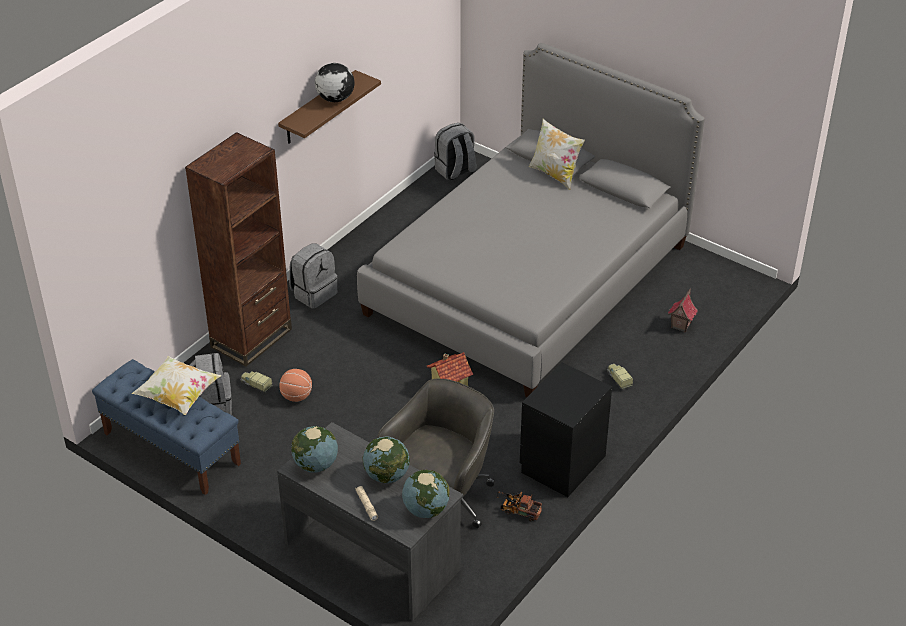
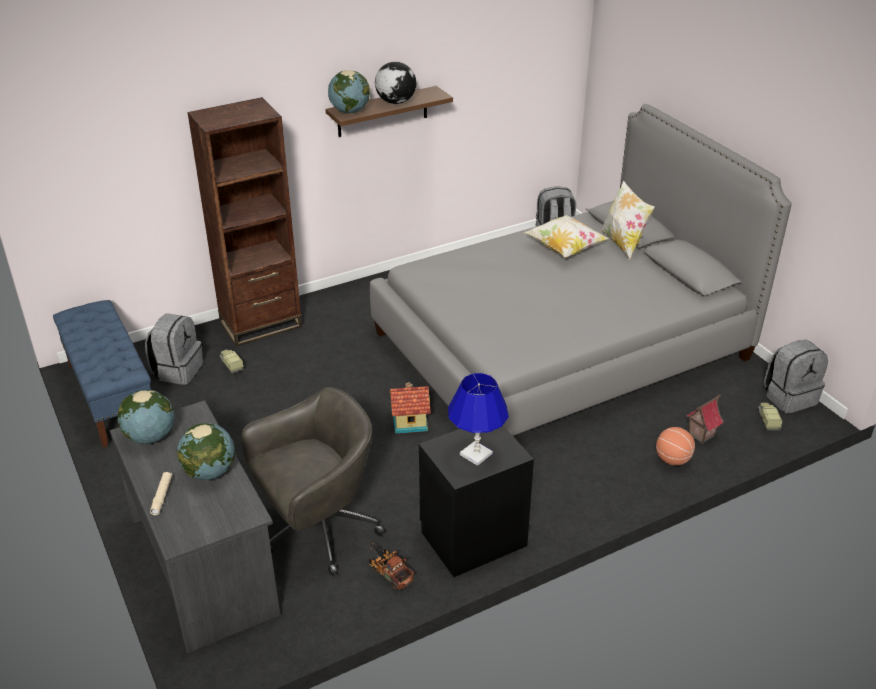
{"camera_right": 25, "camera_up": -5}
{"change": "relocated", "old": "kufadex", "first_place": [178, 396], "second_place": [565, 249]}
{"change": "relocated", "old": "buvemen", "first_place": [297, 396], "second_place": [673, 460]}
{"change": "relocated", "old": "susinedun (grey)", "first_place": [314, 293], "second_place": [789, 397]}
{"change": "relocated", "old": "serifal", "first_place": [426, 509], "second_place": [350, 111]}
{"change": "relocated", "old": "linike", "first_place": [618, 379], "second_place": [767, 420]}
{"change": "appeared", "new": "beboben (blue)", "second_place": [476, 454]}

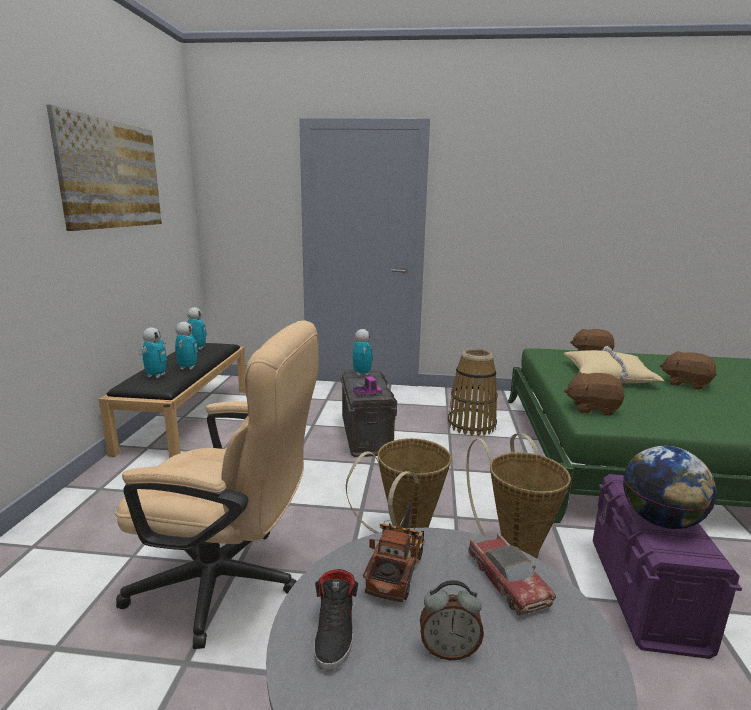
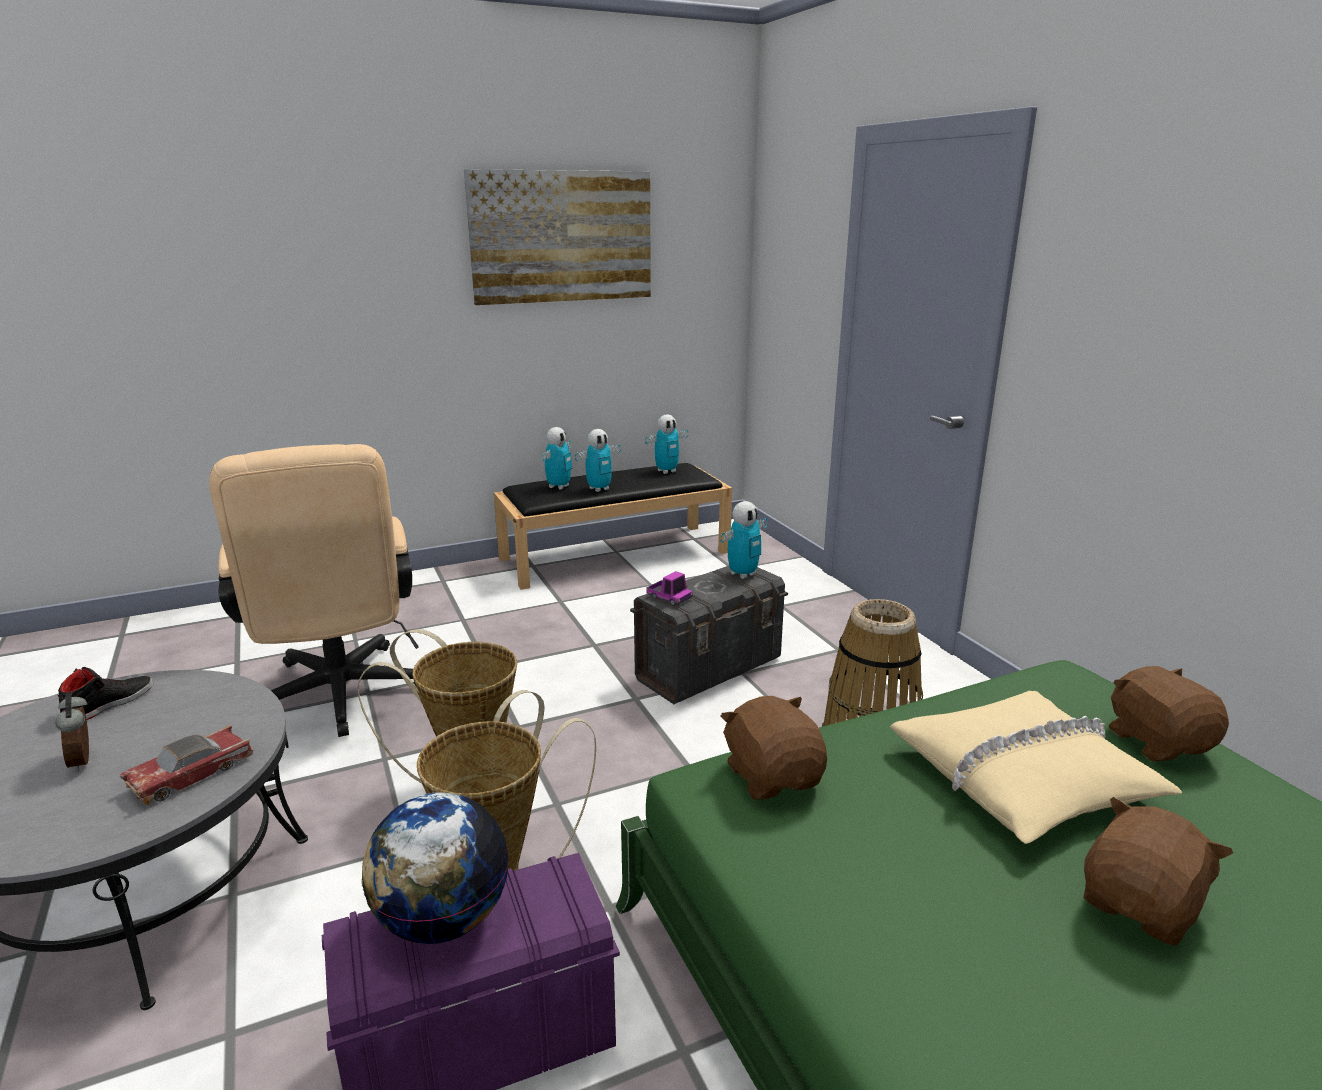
{"camera_right": 60, "camera_up": 5}
{"change": "spun", "old": "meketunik", "first_place": [156, 375], "second_place": [559, 487], "degrees": -45}
{"change": "spun", "old": "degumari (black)", "first_place": [336, 631], "second_place": [109, 704], "degrees": 150}
{"change": "missing", "old": "linike", "first_place": [398, 566]}
{"change": "spun", "old": "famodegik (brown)", "first_place": [686, 383], "second_place": [1141, 906], "degrees": 45}

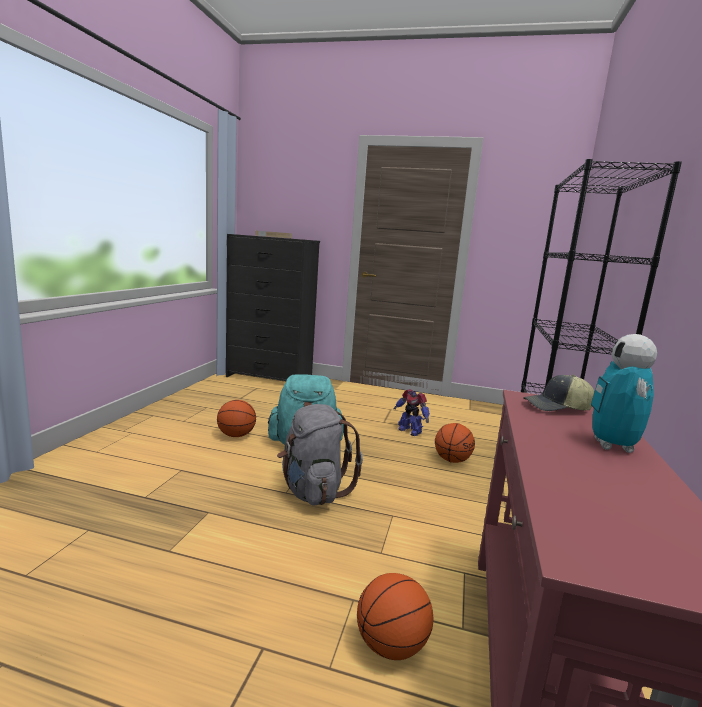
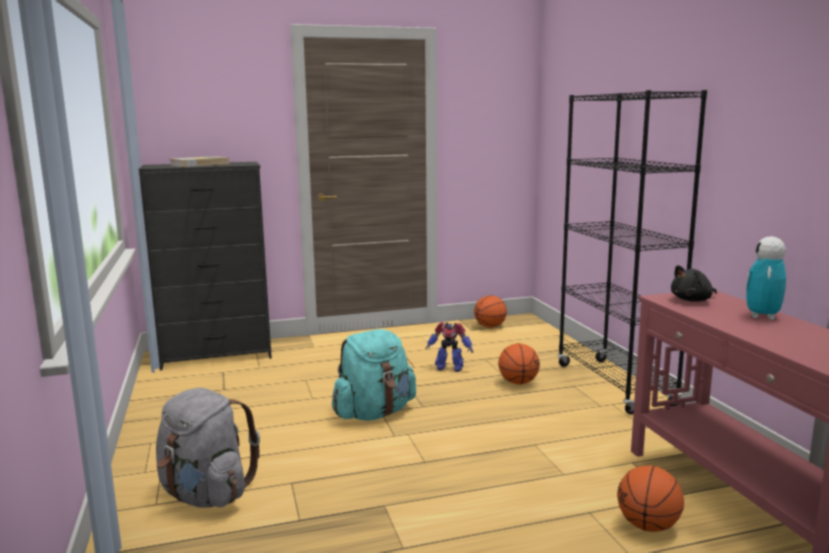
{"camera_right": -30, "camera_up": 0}
{"change": "relocated", "old": "buvemen", "first_place": [235, 435], "second_place": [490, 327]}
{"change": "relocated", "old": "susinedun (grey)", "first_place": [313, 491], "second_place": [206, 495]}
{"change": "exchanged", "old": "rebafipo", "new": "famodegik (black)", "first_place": [557, 408], "second_place": [692, 300]}
{"change": "spun", "old": "meketunik", "first_place": [612, 446], "second_place": [762, 316], "degrees": 45}

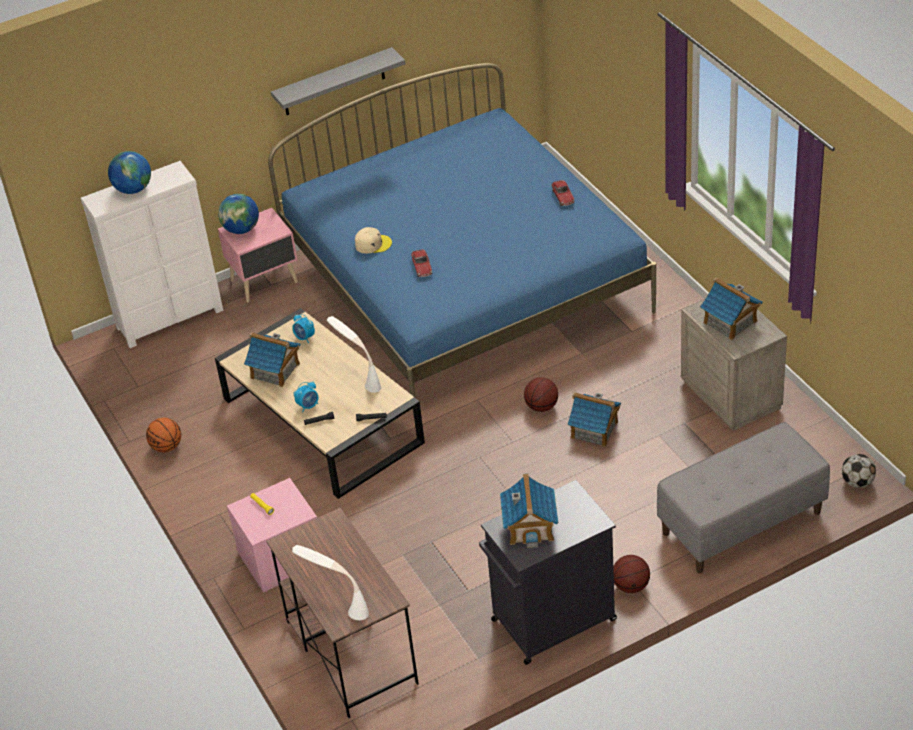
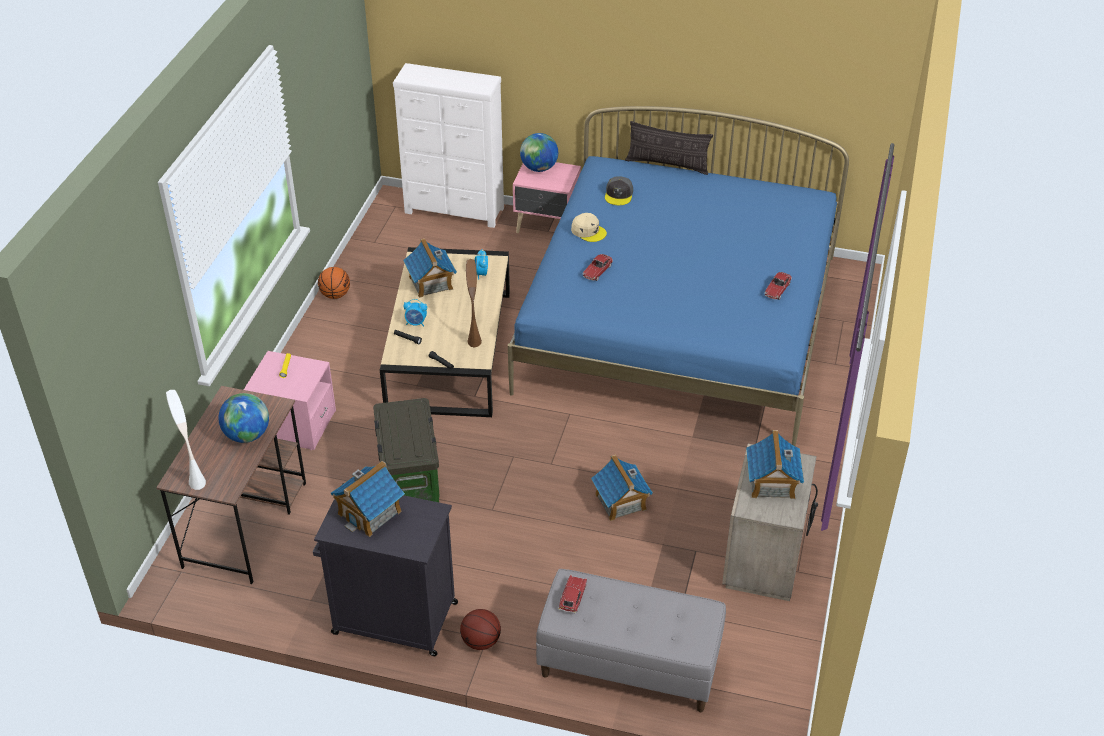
{"camera_right": 40, "camera_up": 0}
{"change": "relocated", "old": "serifal", "first_place": [133, 189], "second_place": [247, 435]}
{"change": "missing", "old": "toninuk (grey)", "first_place": [333, 82]}
{"change": "colour", "old": "beboben (white)", "new": "beboben (brown)", "first_place": [357, 378], "second_place": [473, 327]}
{"change": "missing", "old": "buvemen", "first_place": [541, 407]}
{"change": "missing", "old": "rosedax", "first_place": [857, 482]}
{"change": "appeared", "new": "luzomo", "second_place": [409, 483]}
{"change": "appeared", "new": "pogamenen", "second_place": [572, 598]}
{"change": "appeared", "new": "rebafipo (grey)", "second_place": [619, 194]}
{"change": "appeared", "new": "kufadex", "second_place": [667, 164]}

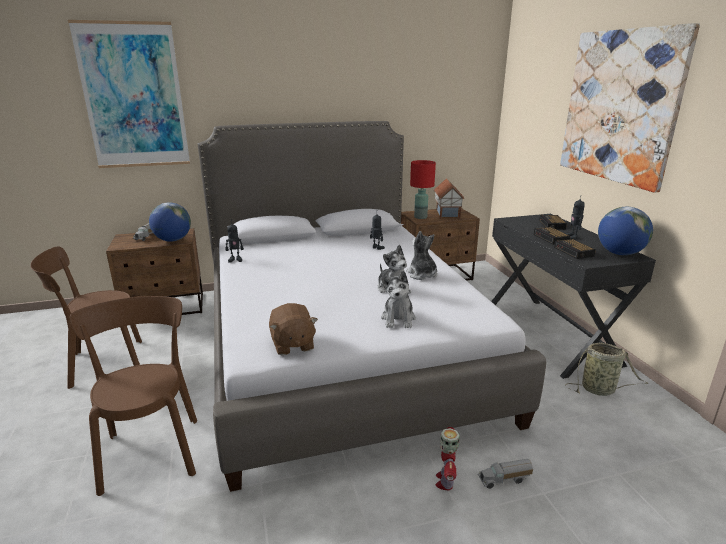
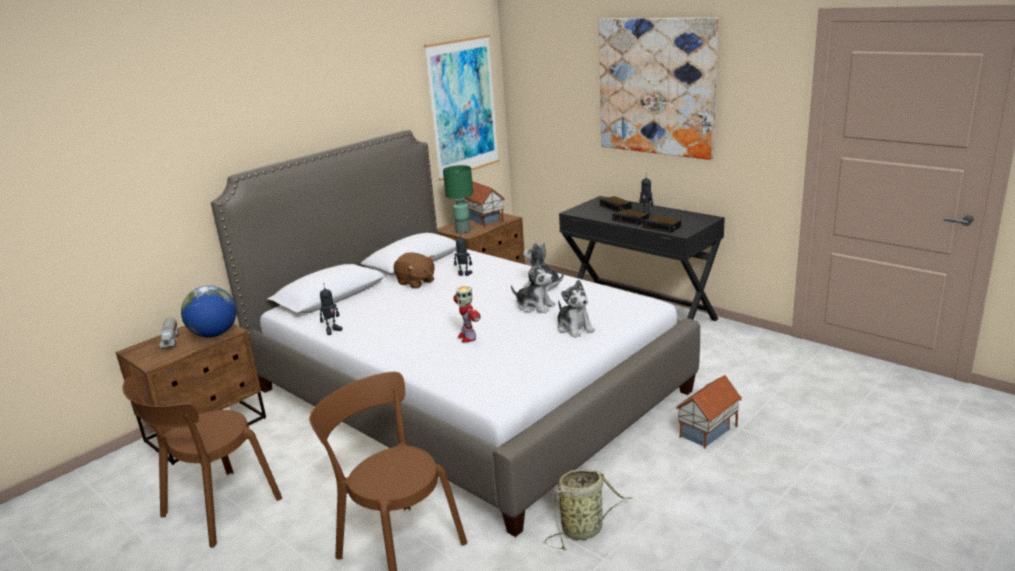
{"camera_right": -30, "camera_up": 0}
{"change": "relocated", "old": "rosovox", "first_place": [134, 97], "second_place": [463, 107]}
{"change": "relocated", "old": "famodegik (brown)", "first_place": [292, 344], "second_place": [416, 282]}
{"change": "colour", "old": "beboben (red)", "new": "beboben (green)", "first_place": [420, 217], "second_place": [463, 230]}
{"change": "relocated", "old": "meketunik", "first_place": [445, 480], "second_place": [467, 337]}
{"change": "exchanged", "old": "linike", "new": "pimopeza", "first_place": [504, 480], "second_place": [709, 432]}
{"change": "relocated", "old": "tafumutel", "first_place": [600, 389], "second_place": [584, 529]}
{"change": "missing", "old": "serifal", "first_place": [620, 253]}

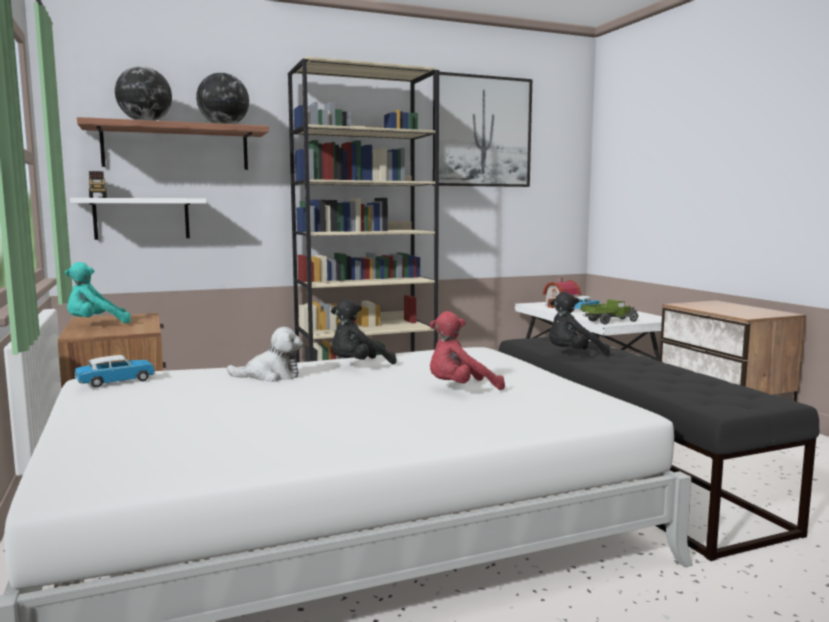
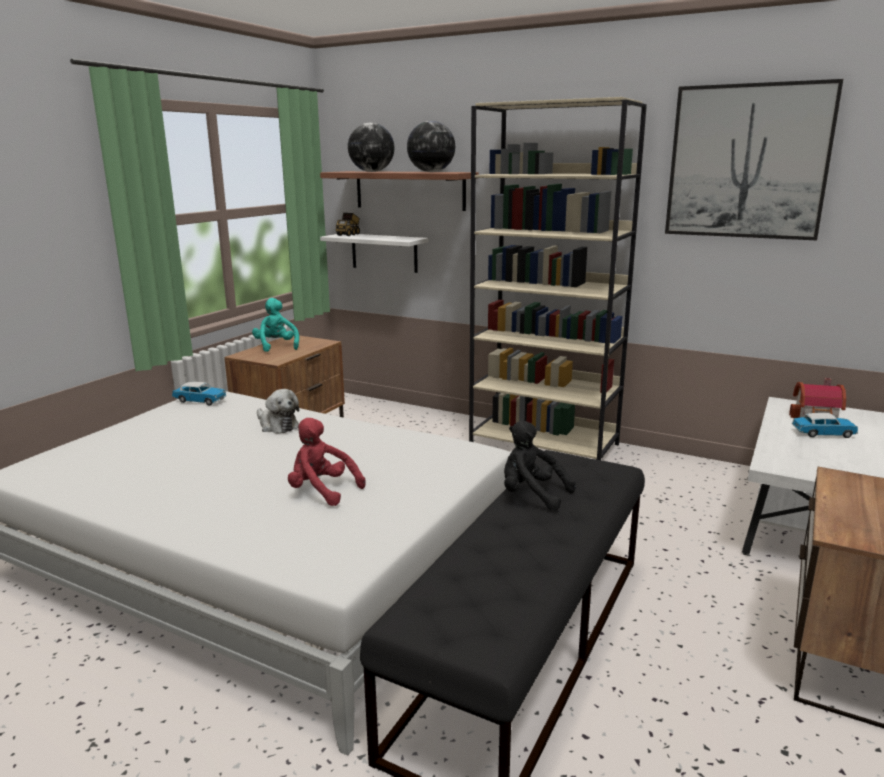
{"camera_right": 50, "camera_up": 10}
{"change": "spun", "old": "famodegik (turquoise)", "first_place": [96, 324], "second_place": [276, 346], "degrees": 45}
{"change": "missing", "old": "famodegik (black)", "first_place": [358, 366]}
{"change": "missing", "old": "linike", "first_place": [609, 321]}

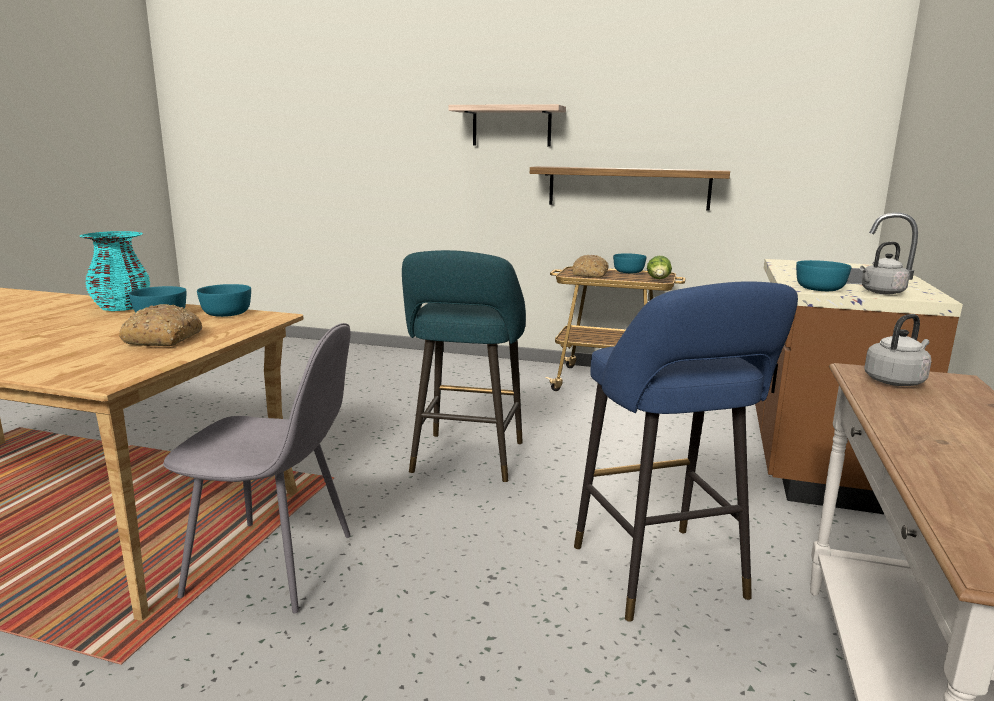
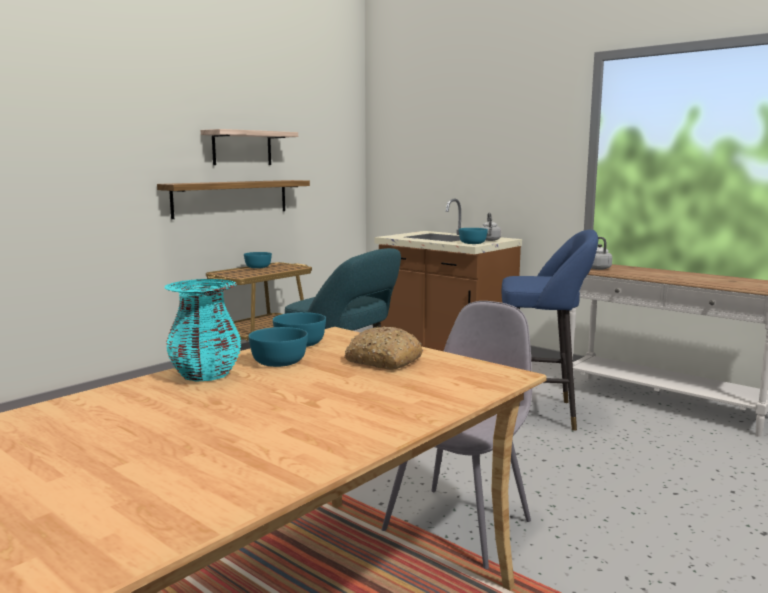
{"camera_right": -65, "camera_up": -5}
{"change": "relocated", "old": "toninuk", "first_place": [511, 126], "second_place": [242, 148]}
{"change": "missing", "old": "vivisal", "first_place": [590, 274]}
{"change": "missing", "old": "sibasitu", "first_place": [659, 280]}

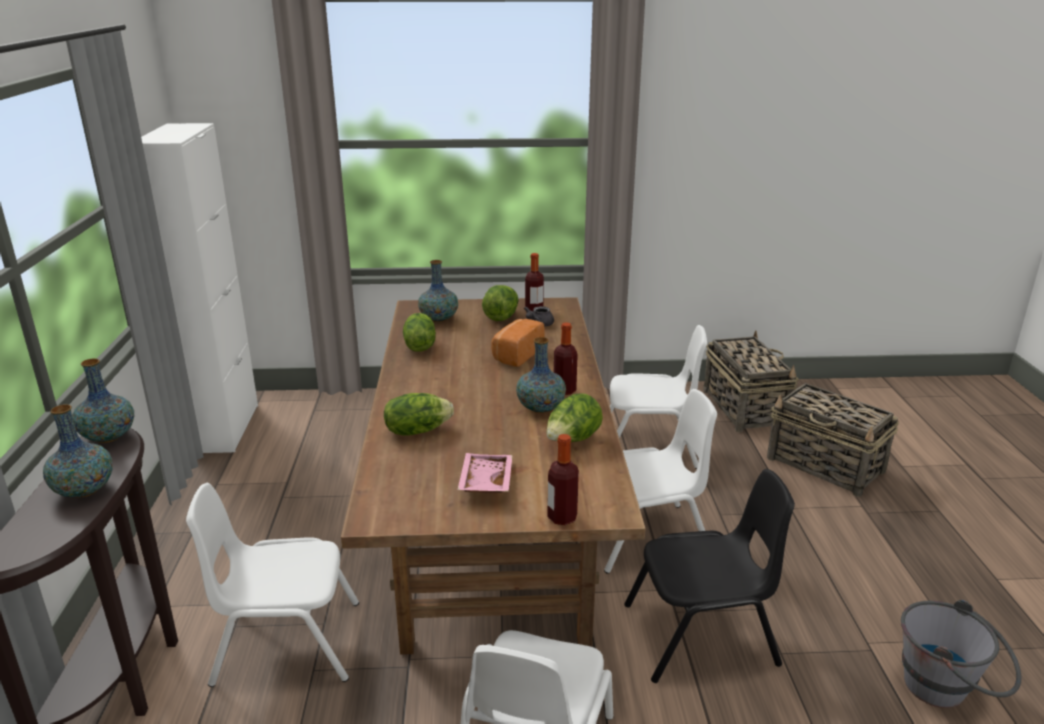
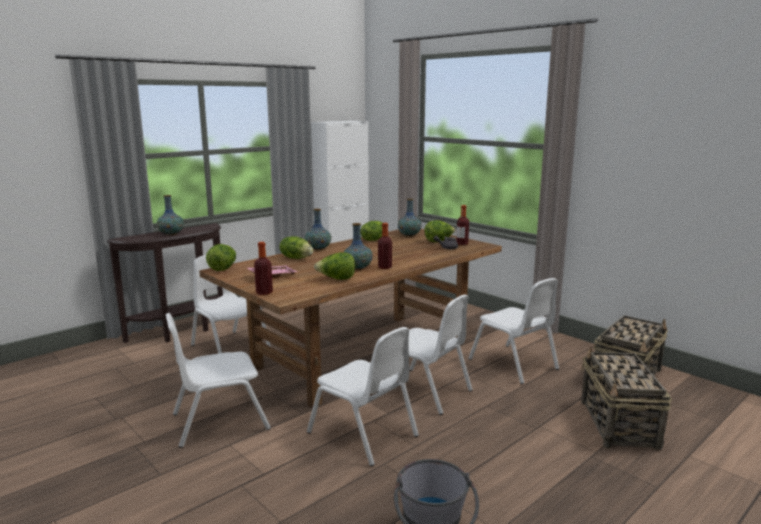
{"camera_right": 50, "camera_up": -10}
{"change": "relocated", "old": "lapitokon", "first_place": [108, 436], "second_place": [318, 248]}
{"change": "missing", "old": "vivisal", "first_place": [516, 355]}
{"change": "colour", "old": "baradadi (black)", "new": "baradadi (white)", "first_place": [701, 636], "second_place": [363, 434]}
{"change": "appeared", "new": "sibasitu", "second_place": [223, 268]}

